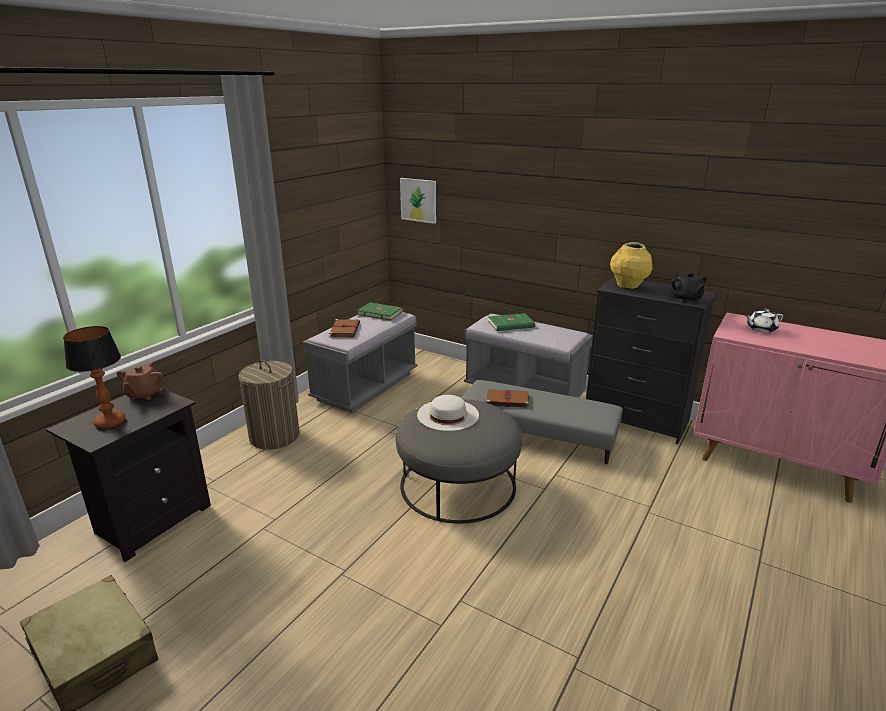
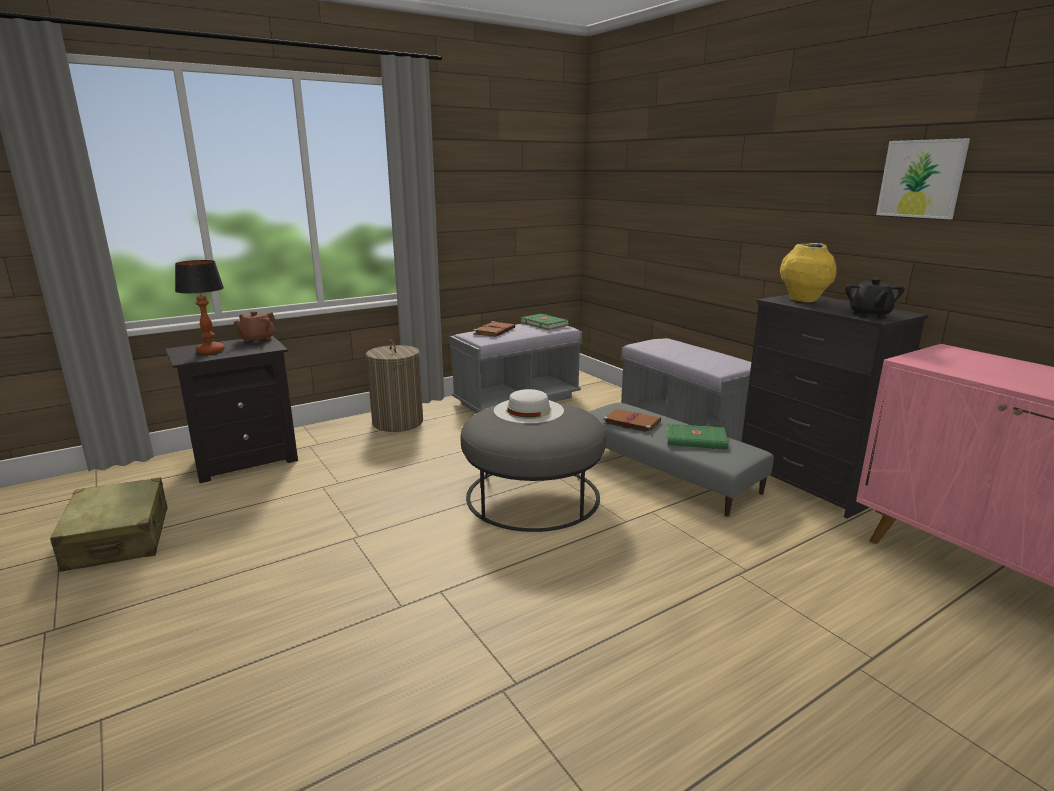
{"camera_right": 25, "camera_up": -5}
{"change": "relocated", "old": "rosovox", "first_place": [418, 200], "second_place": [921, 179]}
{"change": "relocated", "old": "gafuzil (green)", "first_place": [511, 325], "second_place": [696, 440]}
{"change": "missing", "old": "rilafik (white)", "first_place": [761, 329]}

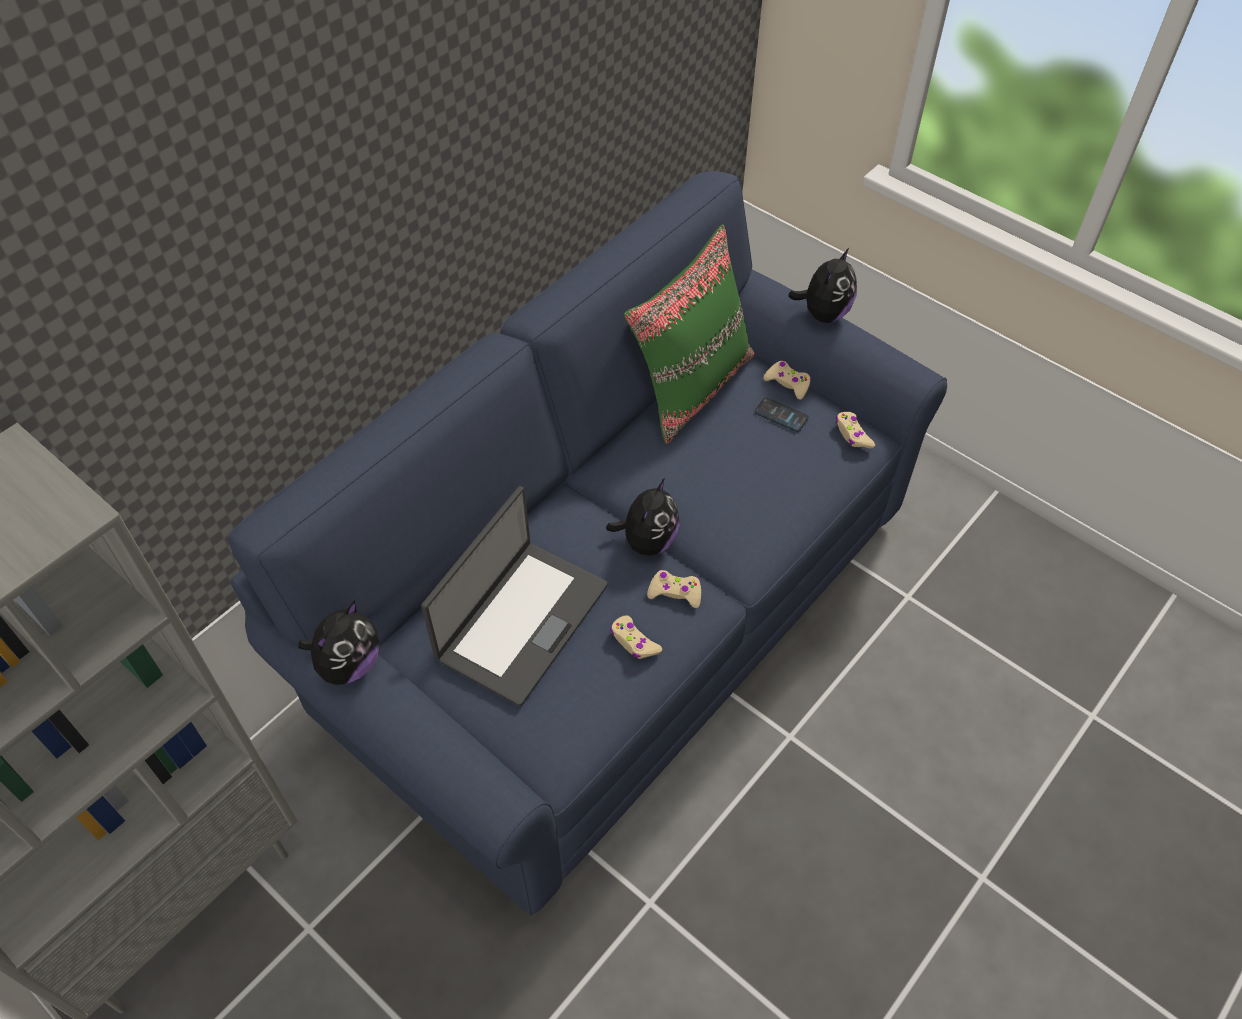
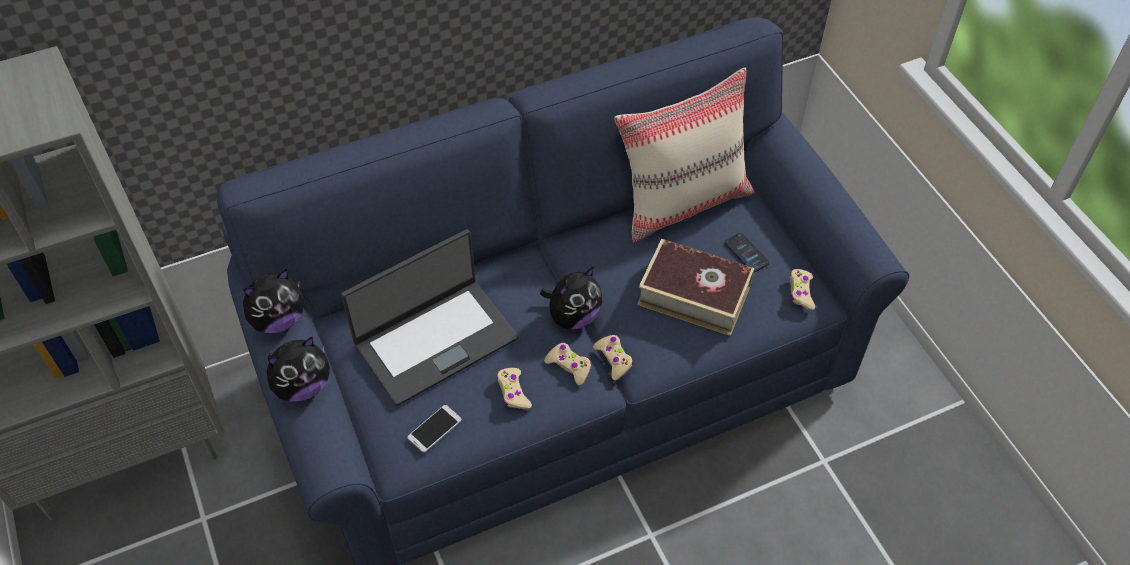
{"camera_right": 25, "camera_up": 0}
{"change": "colour", "old": "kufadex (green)", "new": "kufadex (beige)", "first_place": [691, 386], "second_place": [683, 202]}
{"change": "relocated", "old": "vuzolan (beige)", "first_place": [788, 383], "second_place": [614, 359]}
{"change": "relocated", "old": "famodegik", "first_place": [823, 313], "second_place": [302, 386]}
{"change": "appeared", "new": "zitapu", "second_place": [434, 429]}
{"change": "appeared", "new": "gafuzil", "second_place": [694, 295]}

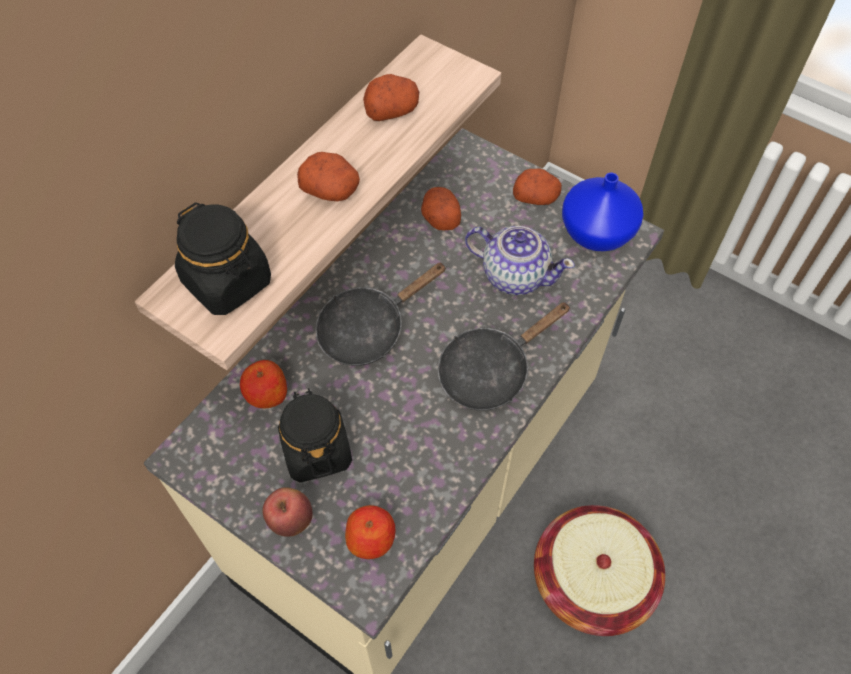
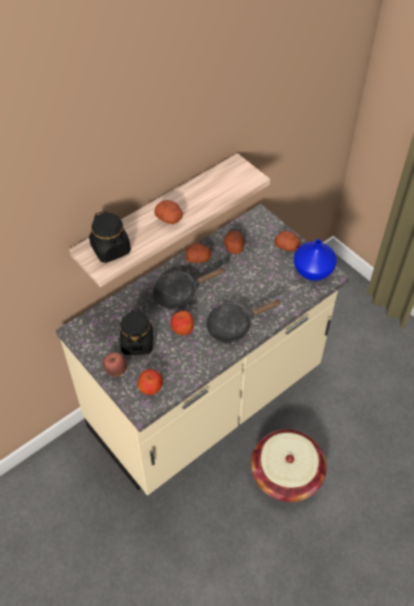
{"camera_right": 15, "camera_up": -5}
{"change": "relocated", "old": "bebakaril", "first_place": [266, 394], "second_place": [182, 328]}
{"change": "relocated", "old": "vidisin", "first_place": [392, 110], "second_place": [198, 258]}
{"change": "missing", "old": "rilafik", "first_place": [514, 274]}

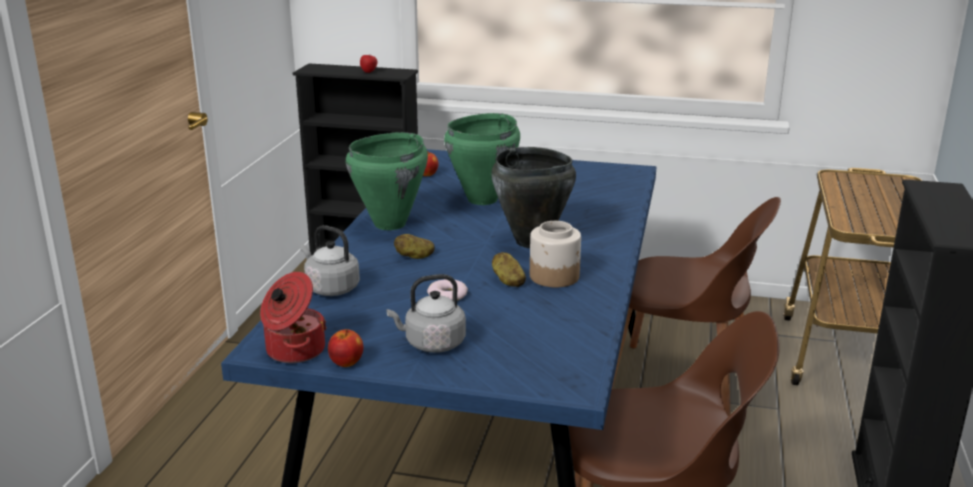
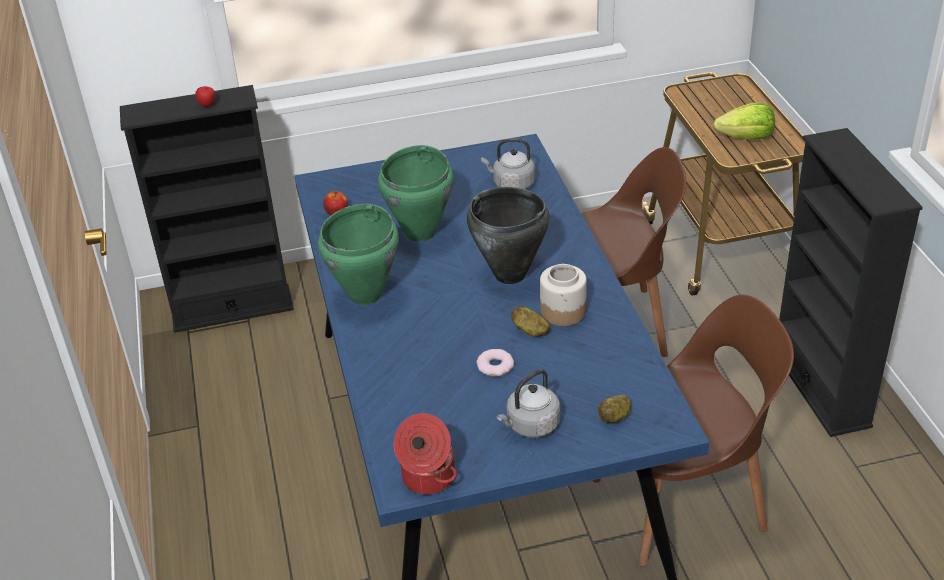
{"camera_right": -25, "camera_up": 15}
{"change": "relocated", "old": "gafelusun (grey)", "first_place": [330, 288], "second_place": [511, 184]}
{"change": "missing", "old": "bebakaril", "first_place": [346, 363]}
{"change": "relocated", "old": "vidisin", "first_place": [414, 257], "second_place": [615, 417]}
{"change": "appeared", "new": "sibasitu", "second_place": [746, 138]}

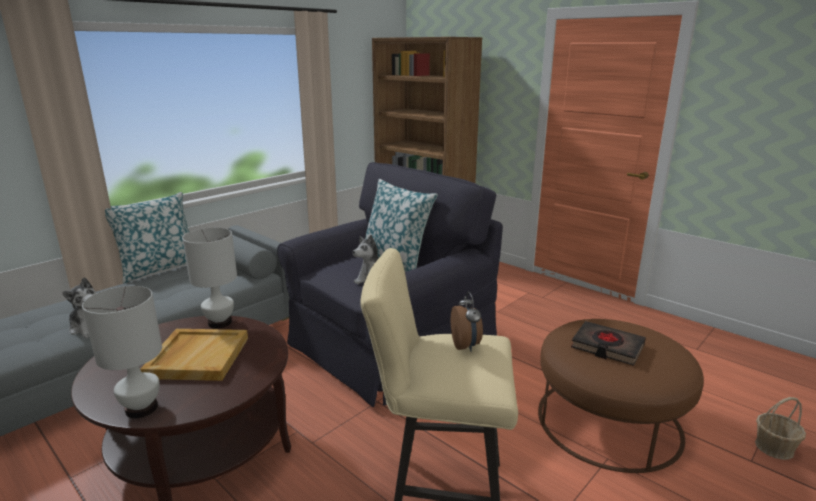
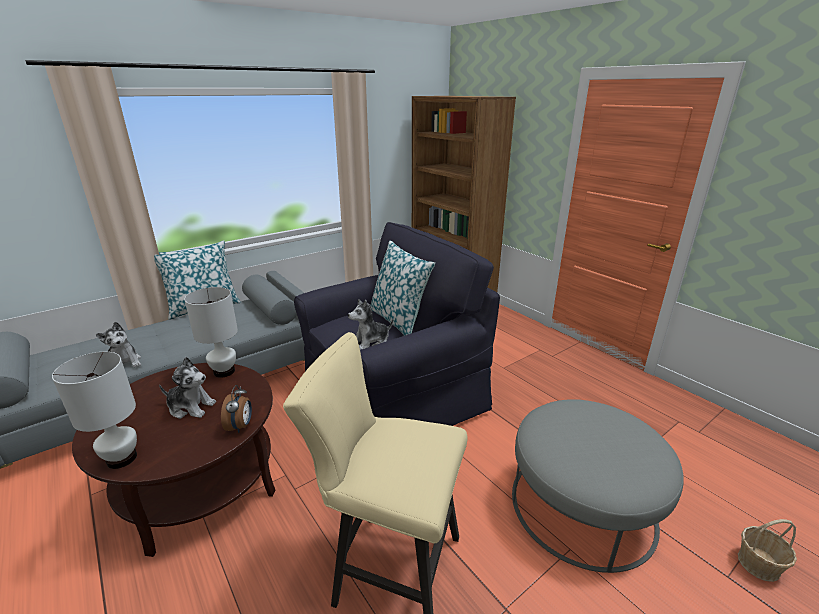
{"camera_right": 10, "camera_up": 5}
{"change": "exchanged", "old": "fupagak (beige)", "new": "famodegik", "first_place": [198, 357], "second_place": [191, 407]}
{"change": "relocated", "old": "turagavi", "first_place": [466, 345], "second_place": [240, 426]}
{"change": "colour", "old": "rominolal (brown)", "new": "rominolal (grey)", "first_place": [608, 422], "second_place": [582, 506]}
{"change": "missing", "old": "gafuzil (black)", "first_place": [607, 347]}

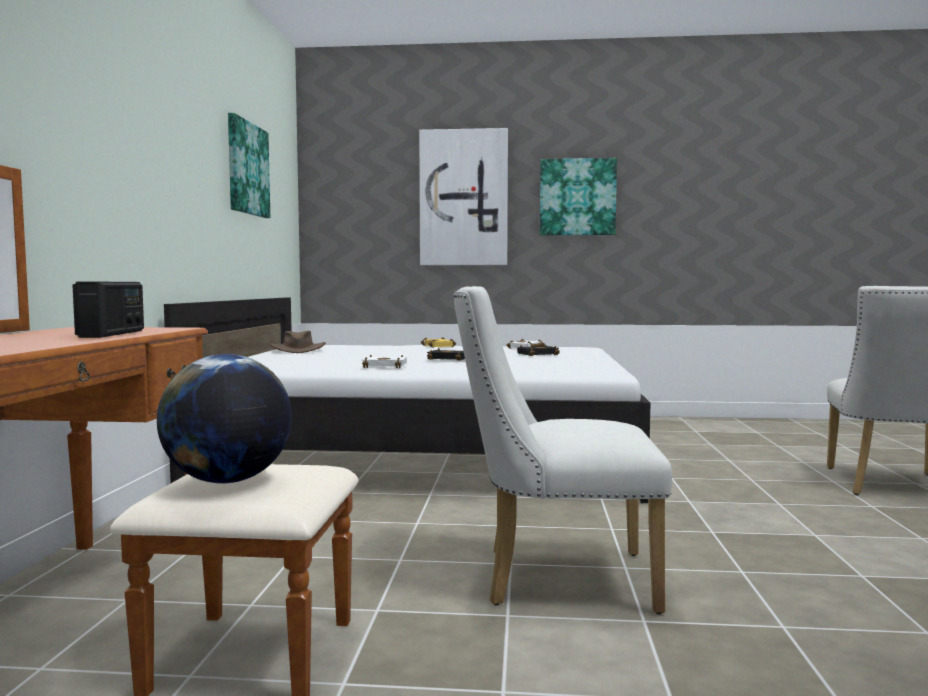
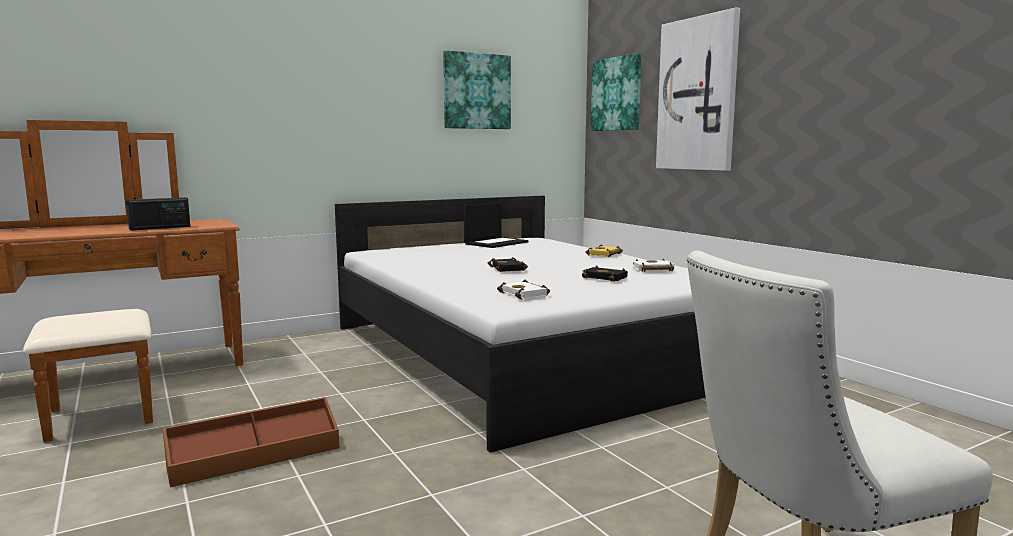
{"camera_right": 55, "camera_up": 5}
{"change": "missing", "old": "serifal", "first_place": [227, 481]}
{"change": "exchanged", "old": "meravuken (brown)", "new": "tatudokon", "first_place": [297, 350], "second_place": [496, 243]}
{"change": "relocated", "old": "gafuzil (white)", "first_place": [386, 366], "second_place": [525, 294]}
{"change": "exchanged", "old": "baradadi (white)", "new": "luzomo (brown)", "first_place": [554, 578], "second_place": [255, 456]}
{"change": "relocated", "old": "rosovox", "first_place": [577, 197], "second_place": [617, 94]}

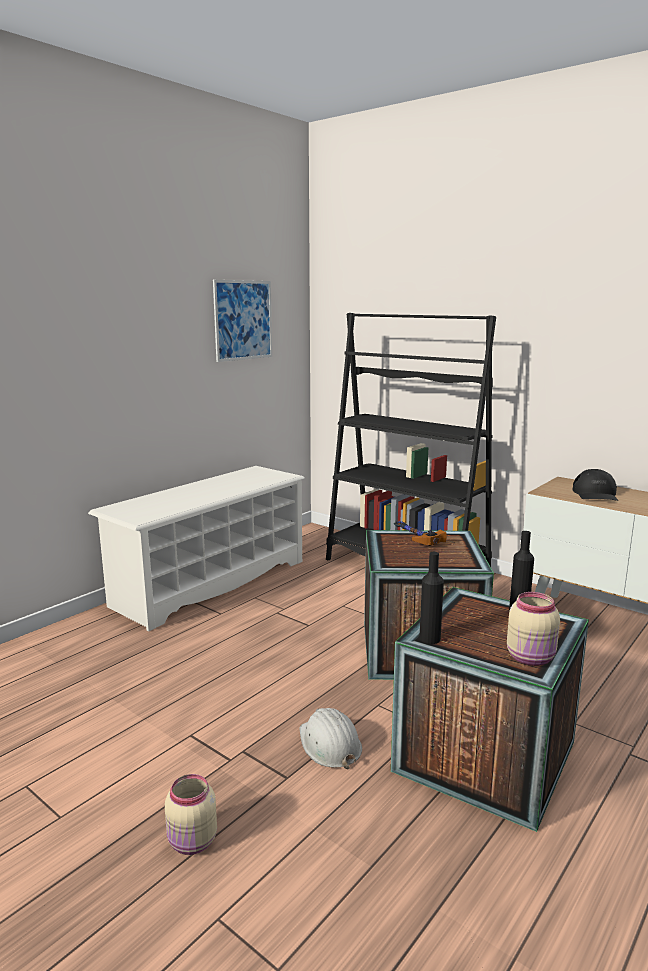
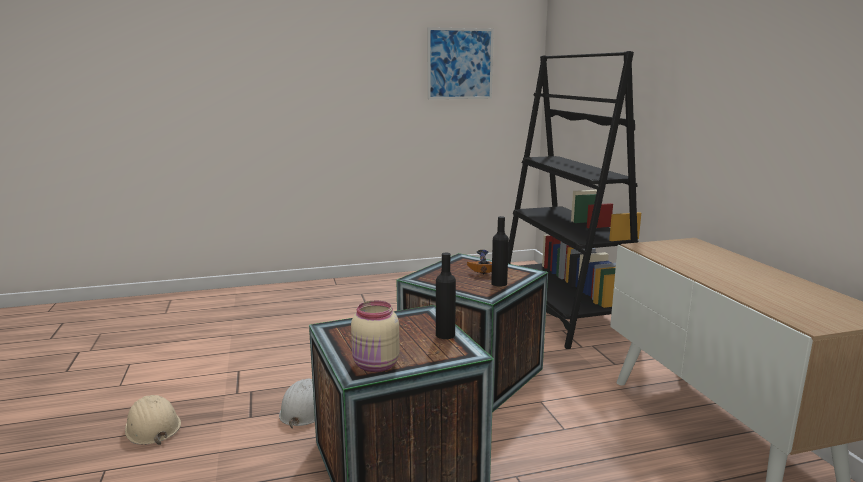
{"camera_right": 35, "camera_up": 0}
{"change": "missing", "old": "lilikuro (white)", "first_place": [211, 583]}
{"change": "exchanged", "old": "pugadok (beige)", "new": "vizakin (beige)", "first_place": [193, 842], "second_place": [152, 427]}
{"change": "relocated", "old": "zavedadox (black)", "first_place": [430, 638], "second_place": [499, 283]}
{"change": "missing", "old": "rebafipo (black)", "first_place": [595, 494]}

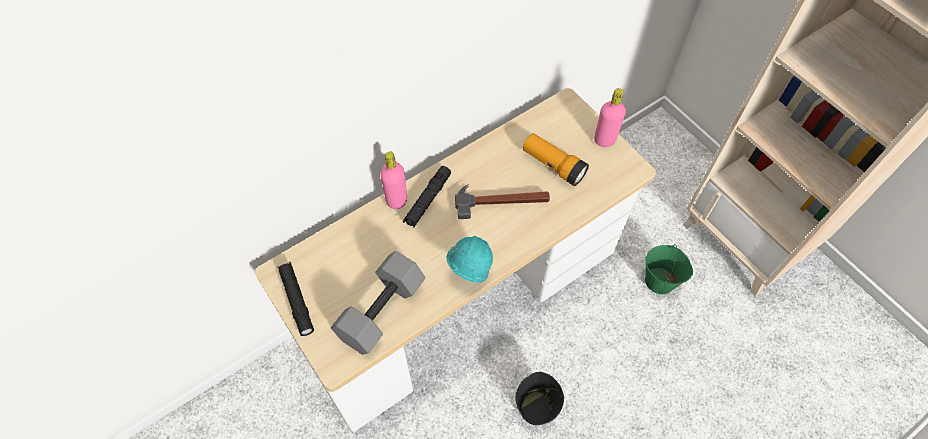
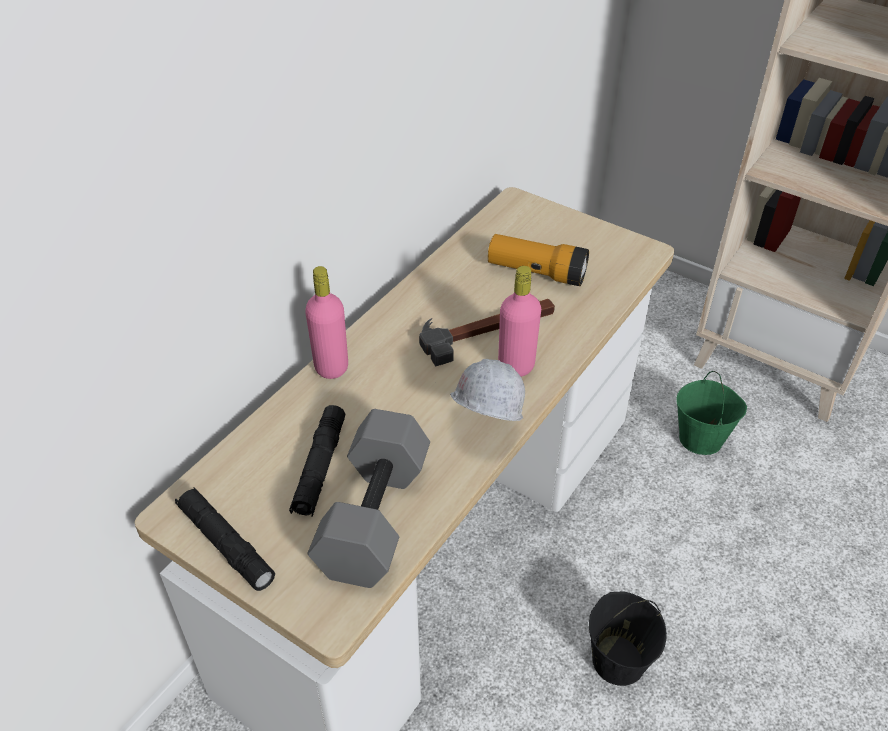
{"camera_right": -20, "camera_up": -15}
{"change": "relocated", "old": "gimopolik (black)", "first_place": [427, 200], "second_place": [319, 467]}
{"change": "colour", "old": "vizakin (turquoise)", "new": "vizakin (white)", "first_place": [468, 271], "second_place": [483, 427]}
{"change": "relocated", "old": "zavedadox (pink)", "first_place": [604, 140], "second_place": [516, 366]}

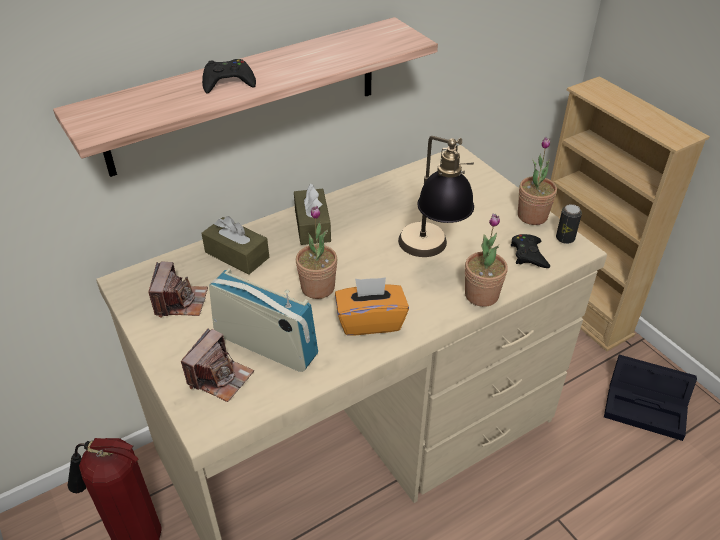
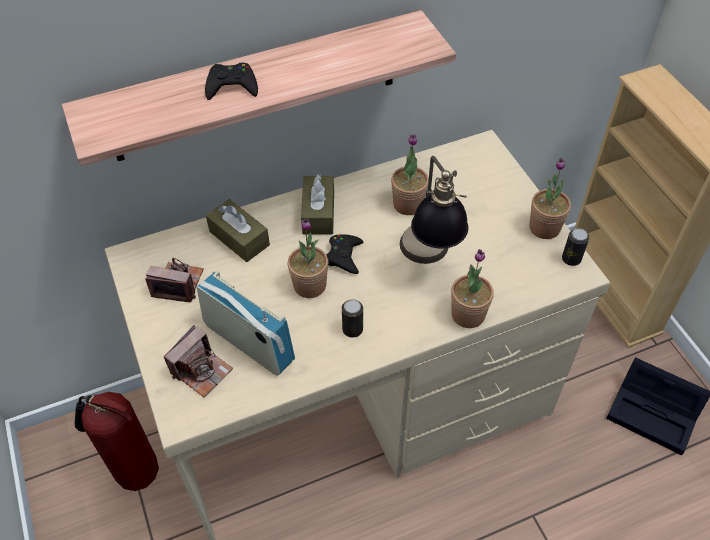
{"camera_right": 10, "camera_up": 10}
{"change": "spun", "old": "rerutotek", "first_place": [180, 301], "second_place": [178, 284], "degrees": -90}
{"change": "exchanged", "old": "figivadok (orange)", "new": "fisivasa", "first_place": [370, 321], "second_place": [352, 329]}
{"change": "relocated", "old": "vuzolan (black)", "first_place": [528, 255], "second_place": [344, 256]}
{"change": "appeared", "new": "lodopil", "second_place": [408, 204]}

